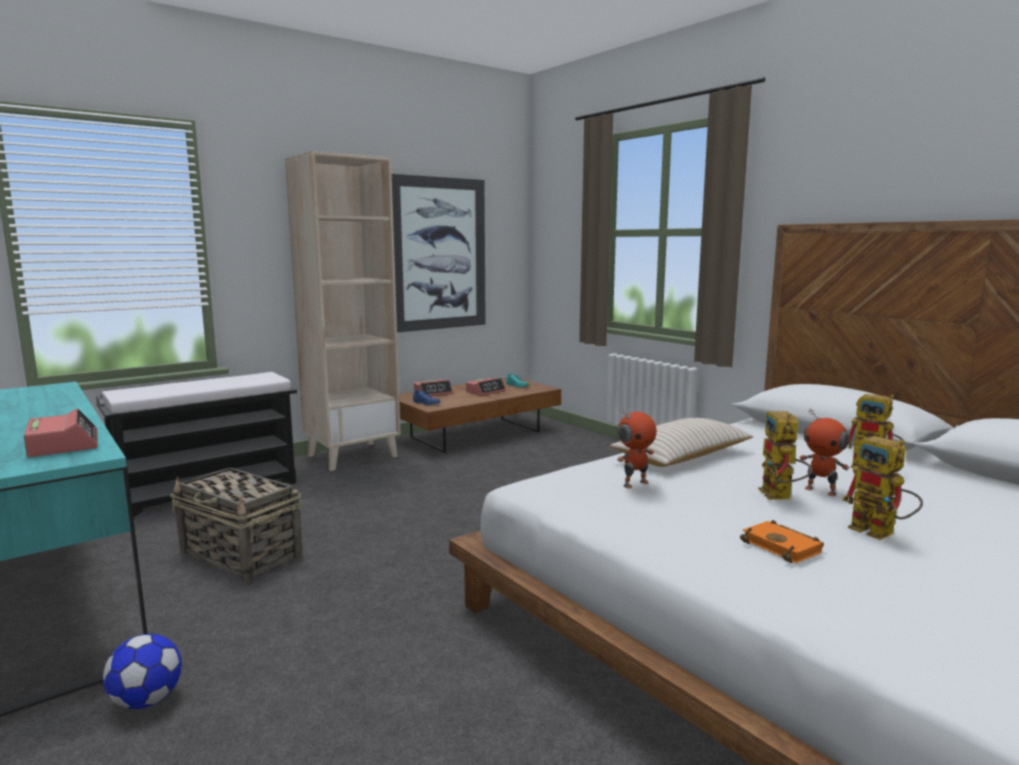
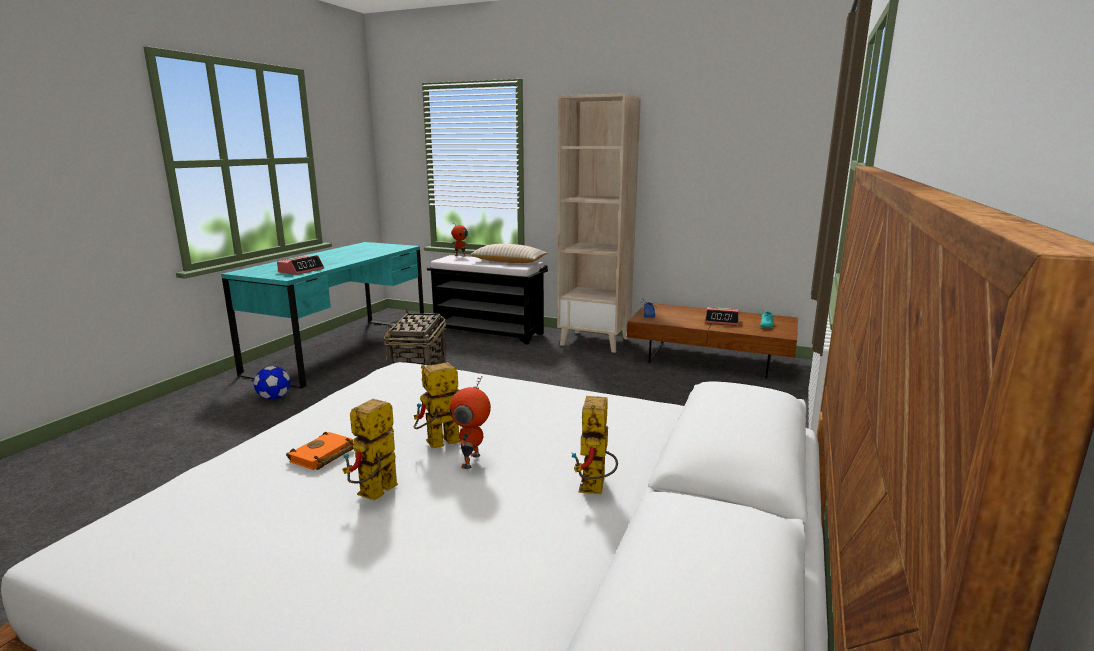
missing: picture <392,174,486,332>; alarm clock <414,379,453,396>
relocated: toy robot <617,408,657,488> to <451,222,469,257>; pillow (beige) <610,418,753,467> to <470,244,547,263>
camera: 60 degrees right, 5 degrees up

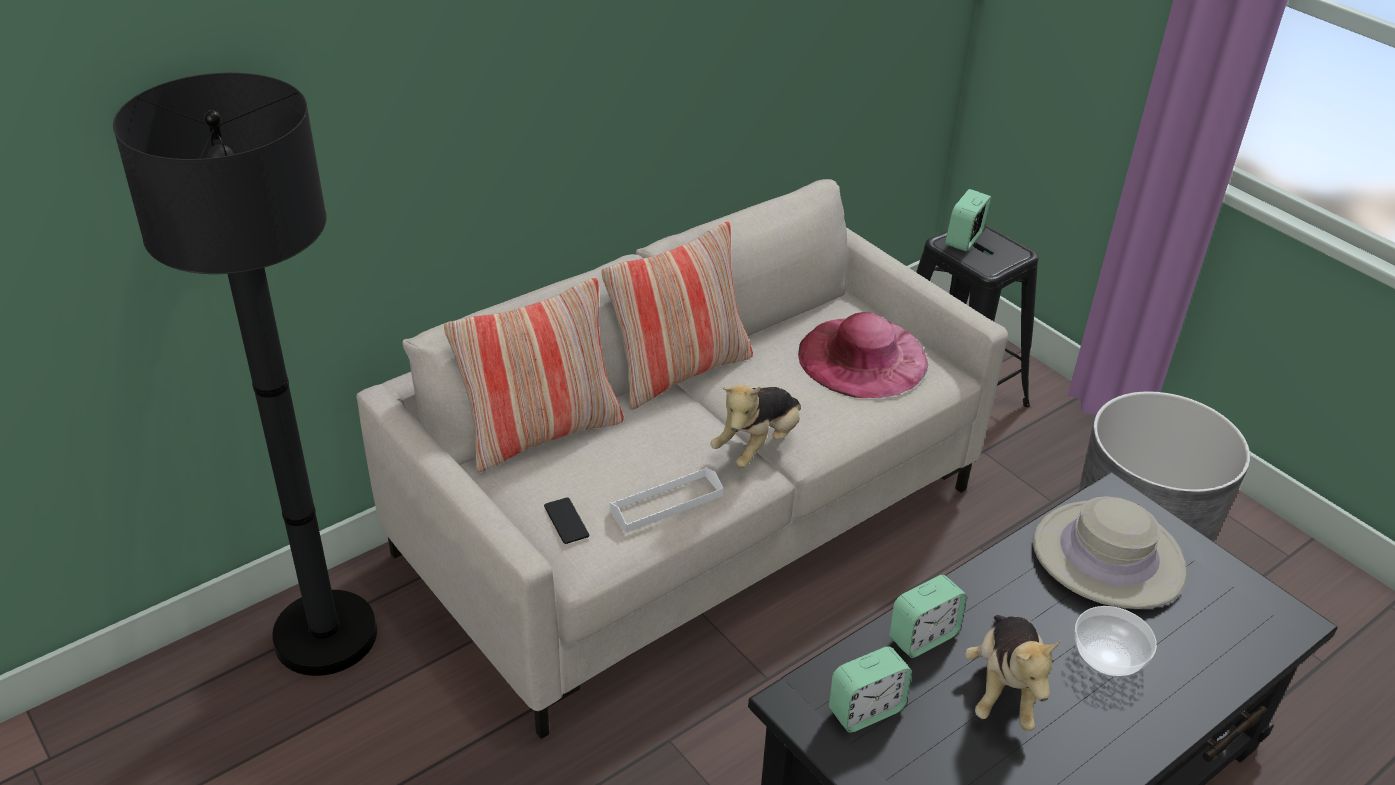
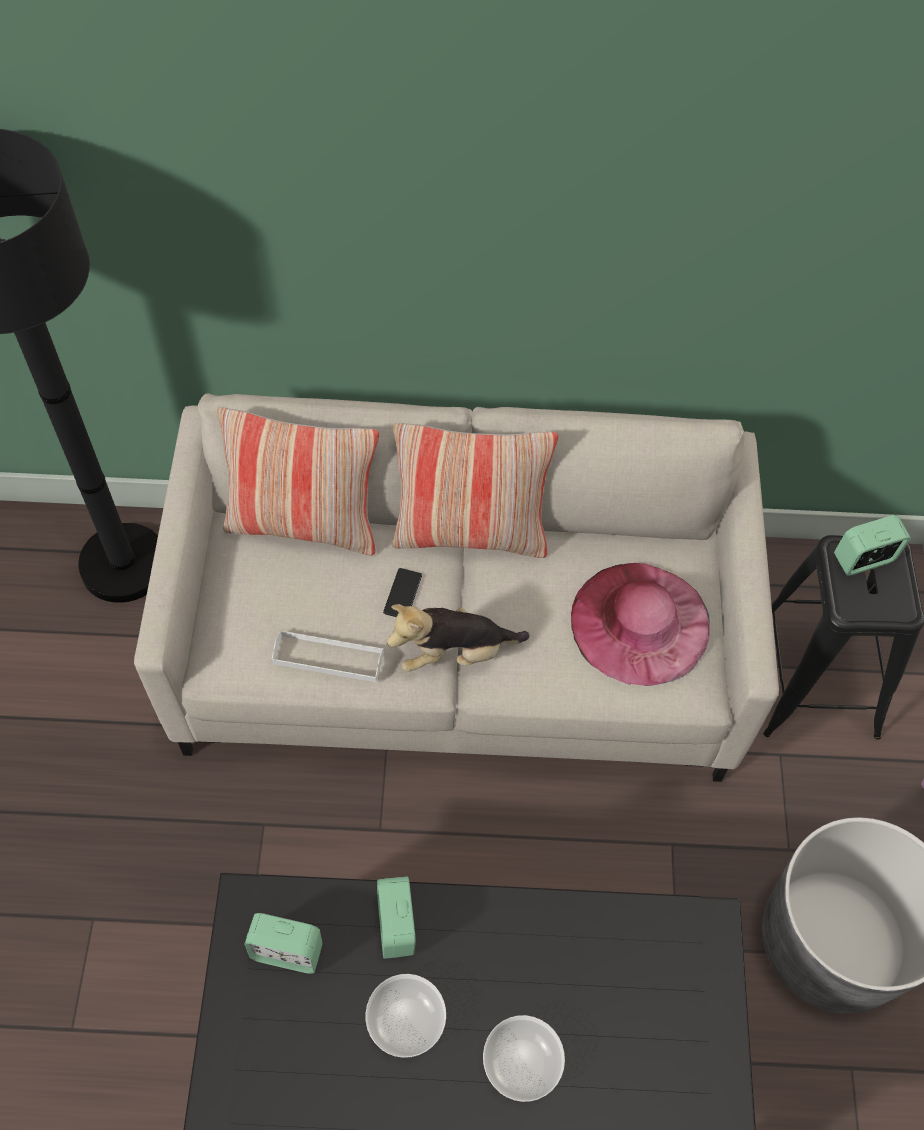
missing: hat (beige) <1033,496,1187,609>
relocated: phone <544,497,589,544> to <383,568,422,617>
exchanged: plush toy <965,615,1061,731> to bowl <366,974,446,1058>
spun: alarm clock <889,575,967,658> = <377,876,416,959> 75 degrees clockwise
camera: 40 degrees right, 20 degrees up

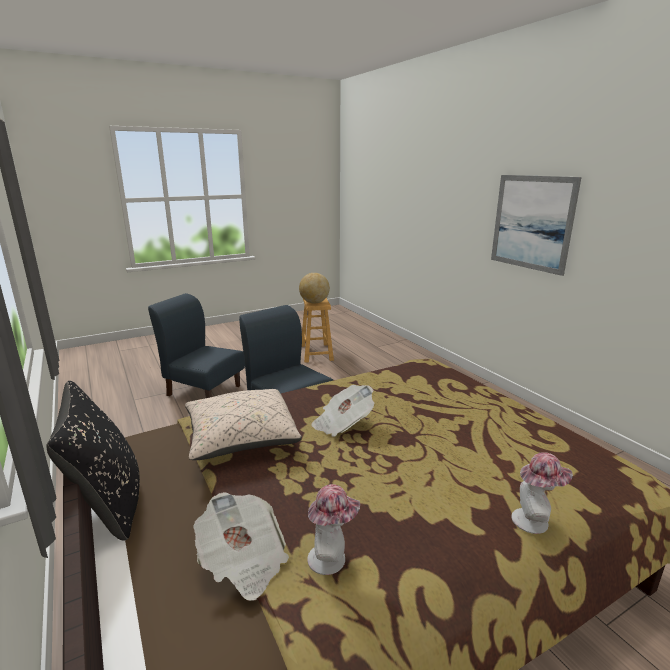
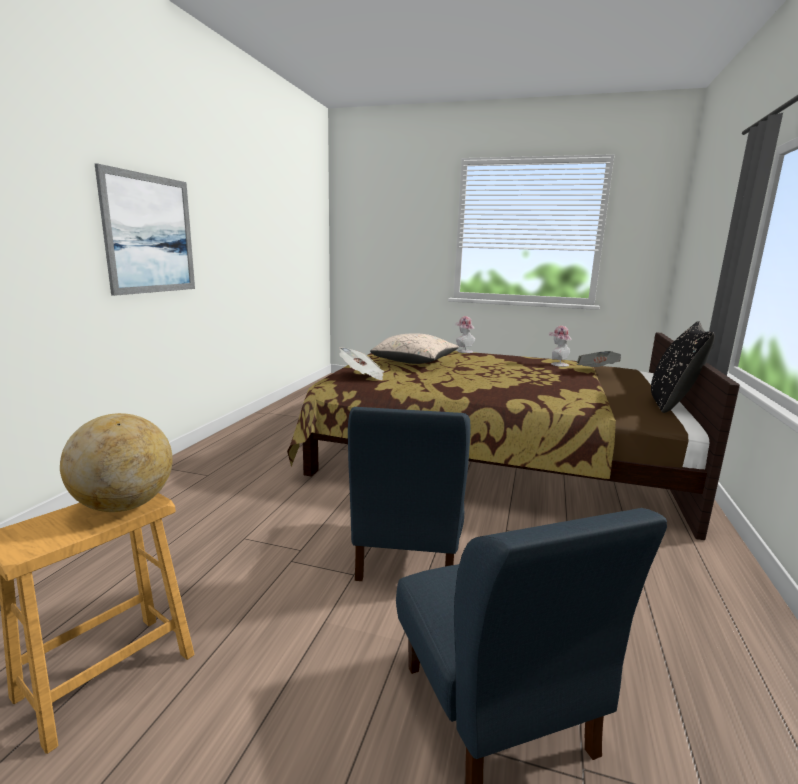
relocated: newspaper <312,385,374,437> to <339,347,384,380>; pillow (beige) <185,389,302,460> to <370,333,459,364>
camera: 135 degrees left, 5 degrees down

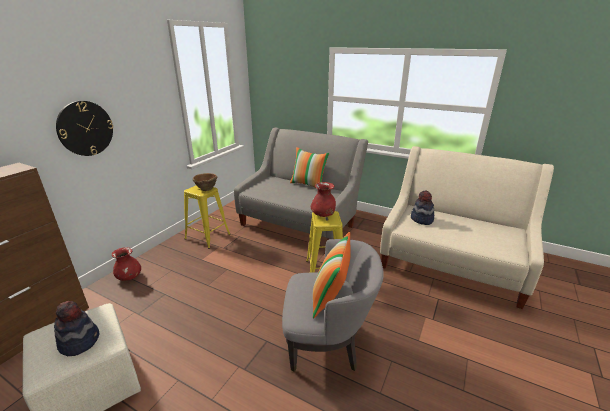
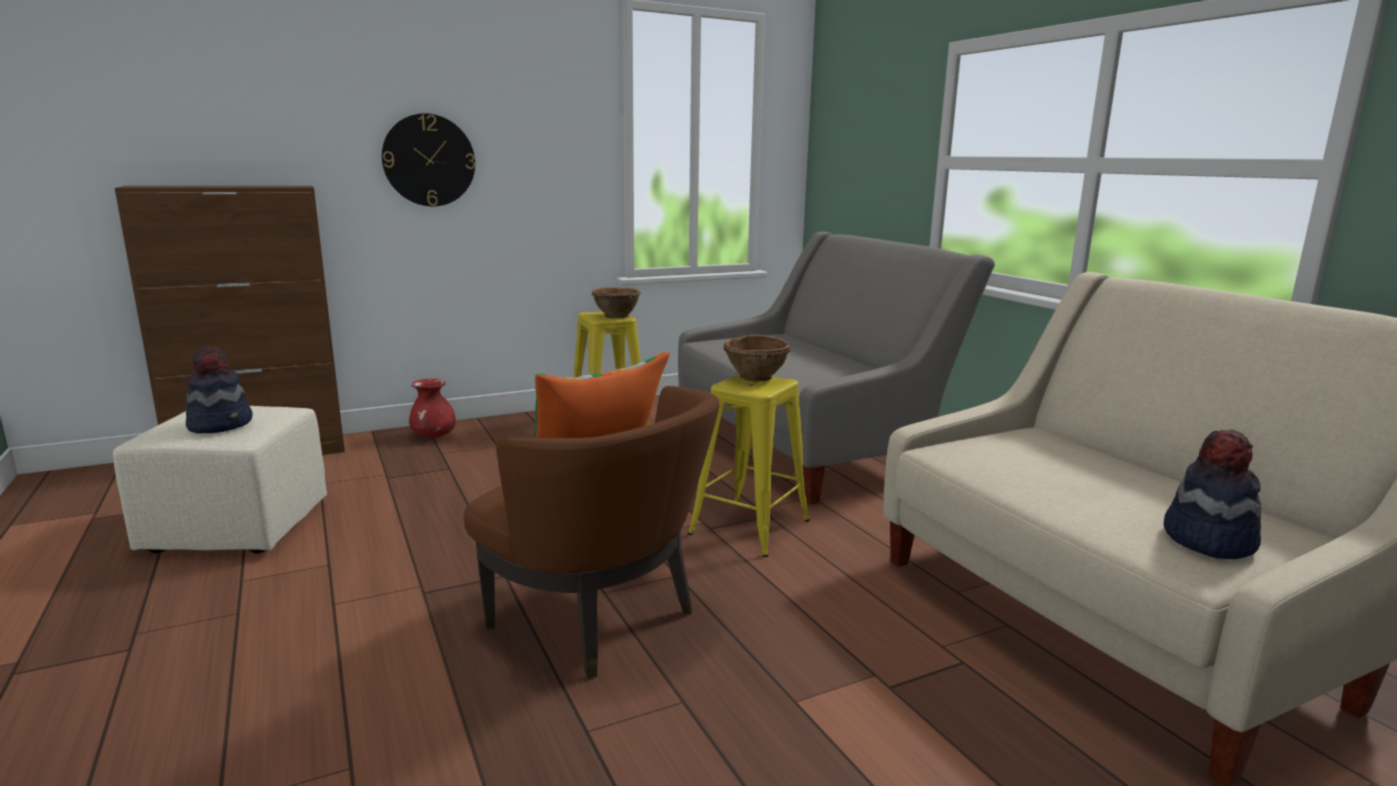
missing: pillow <290,147,330,189>
relocated: hat <411,191,434,225> to <1164,429,1261,559>
exchanged: vase (red) <311,182,336,217> to bowl (brown) <724,335,791,382>
colour: armchair (grey) <282,239,384,372> to armchair (brown) <464,386,720,679>
camera: 35 degrees right, 10 degrees down

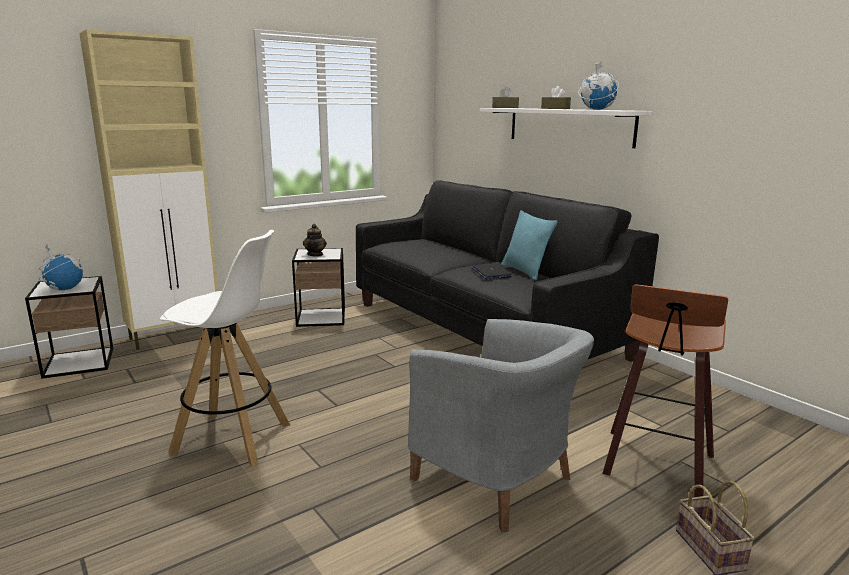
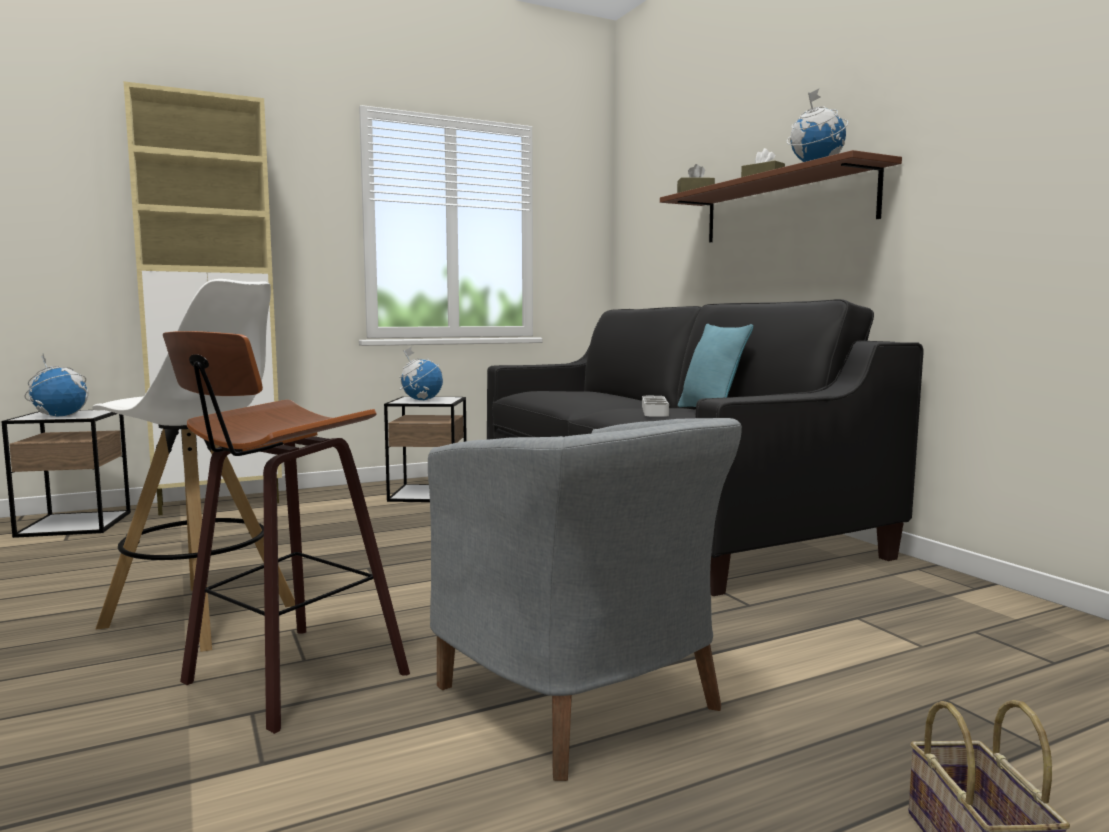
relocated: stool <602,284,728,497> to <163,331,410,734>
exchanged: teapot <303,224,327,257> to globe <399,347,443,400>; laptop <471,264,512,279> to tray (grey) <642,396,669,417>
colour: shelf (white) <480,108,652,148> to shelf (brown) <660,150,902,242>
camera: 10 degrees right, 10 degrees down

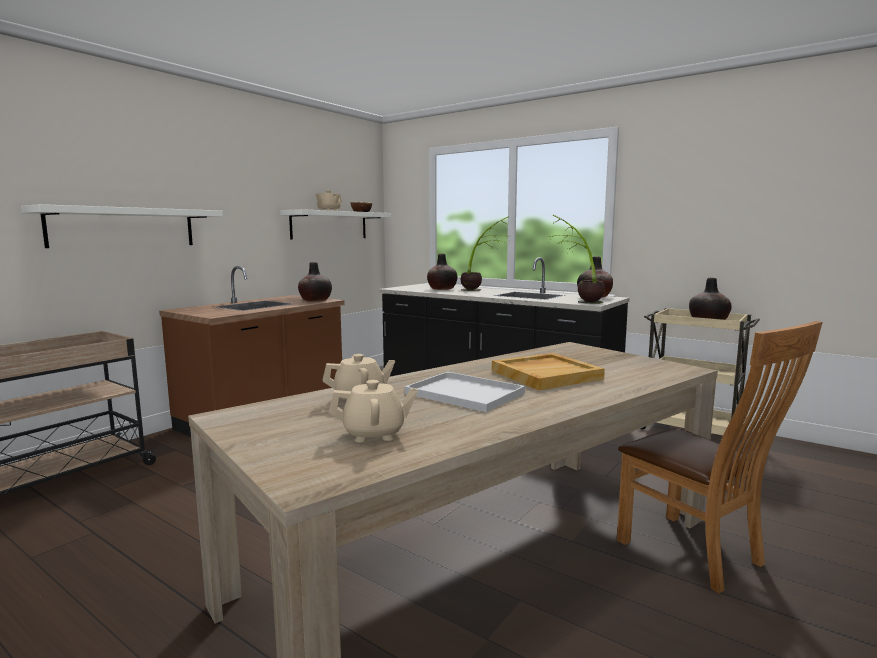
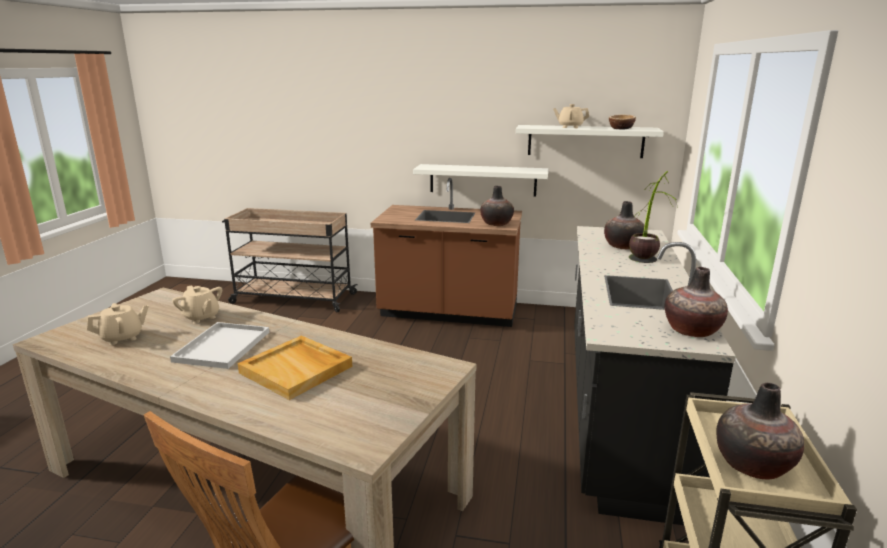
missing: potted plant <548,215,605,304>
relocated: shelf (white) <21,204,223,248> to <413,164,549,197>
spun: teapot (beige) <329,380,418,442> = <87,303,149,345> 90 degrees counterclockwise
camera: 65 degrees right, 10 degrees up

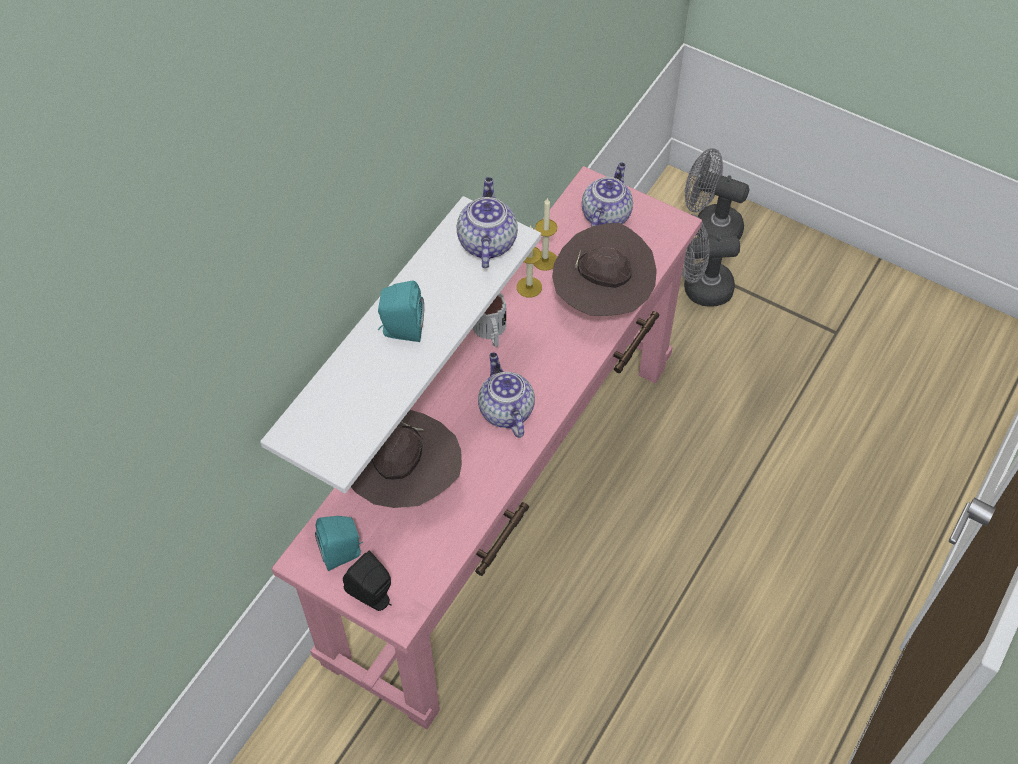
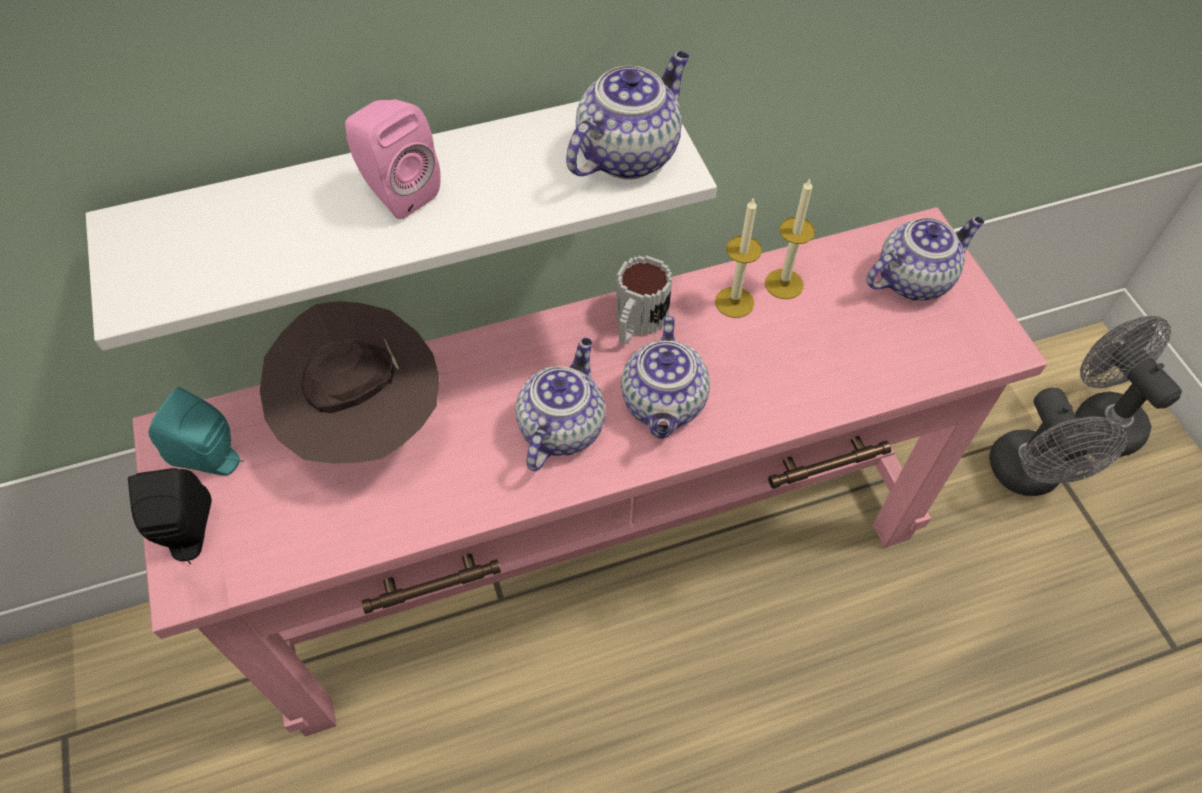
missing: hat (brown) <552,223,657,316>
appeared: teapot <621,316,710,439>
colour: speaker (turquoise) <378,281,424,342> to speaker (pink) <345,99,441,220>
spun: fan (grey) <682,214,740,307> = <989,388,1128,496> 135 degrees counterclockwise
camera: 40 degrees right, 0 degrees up

